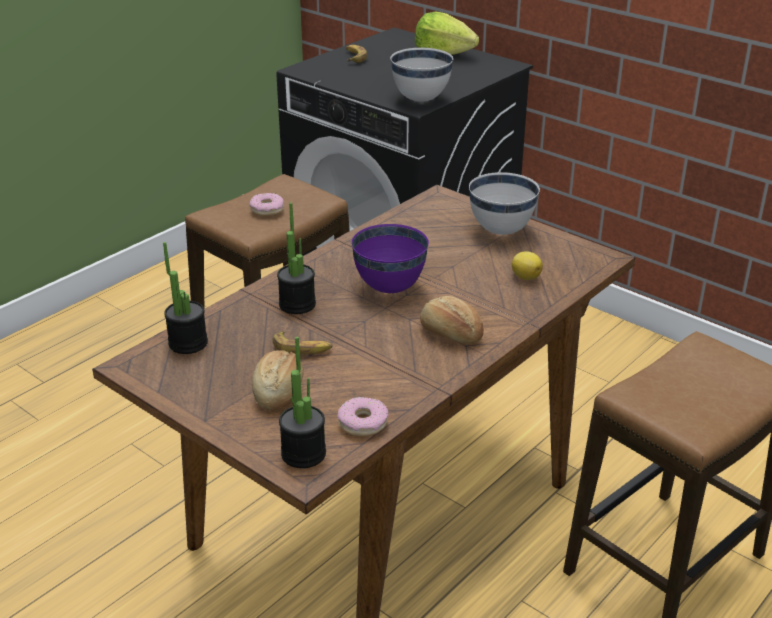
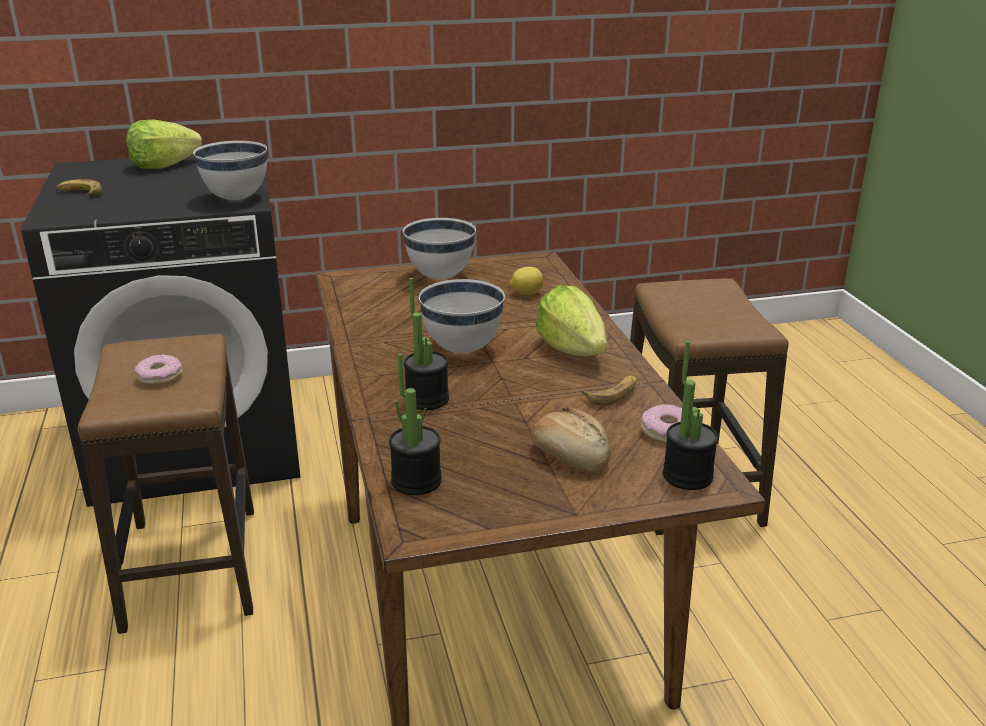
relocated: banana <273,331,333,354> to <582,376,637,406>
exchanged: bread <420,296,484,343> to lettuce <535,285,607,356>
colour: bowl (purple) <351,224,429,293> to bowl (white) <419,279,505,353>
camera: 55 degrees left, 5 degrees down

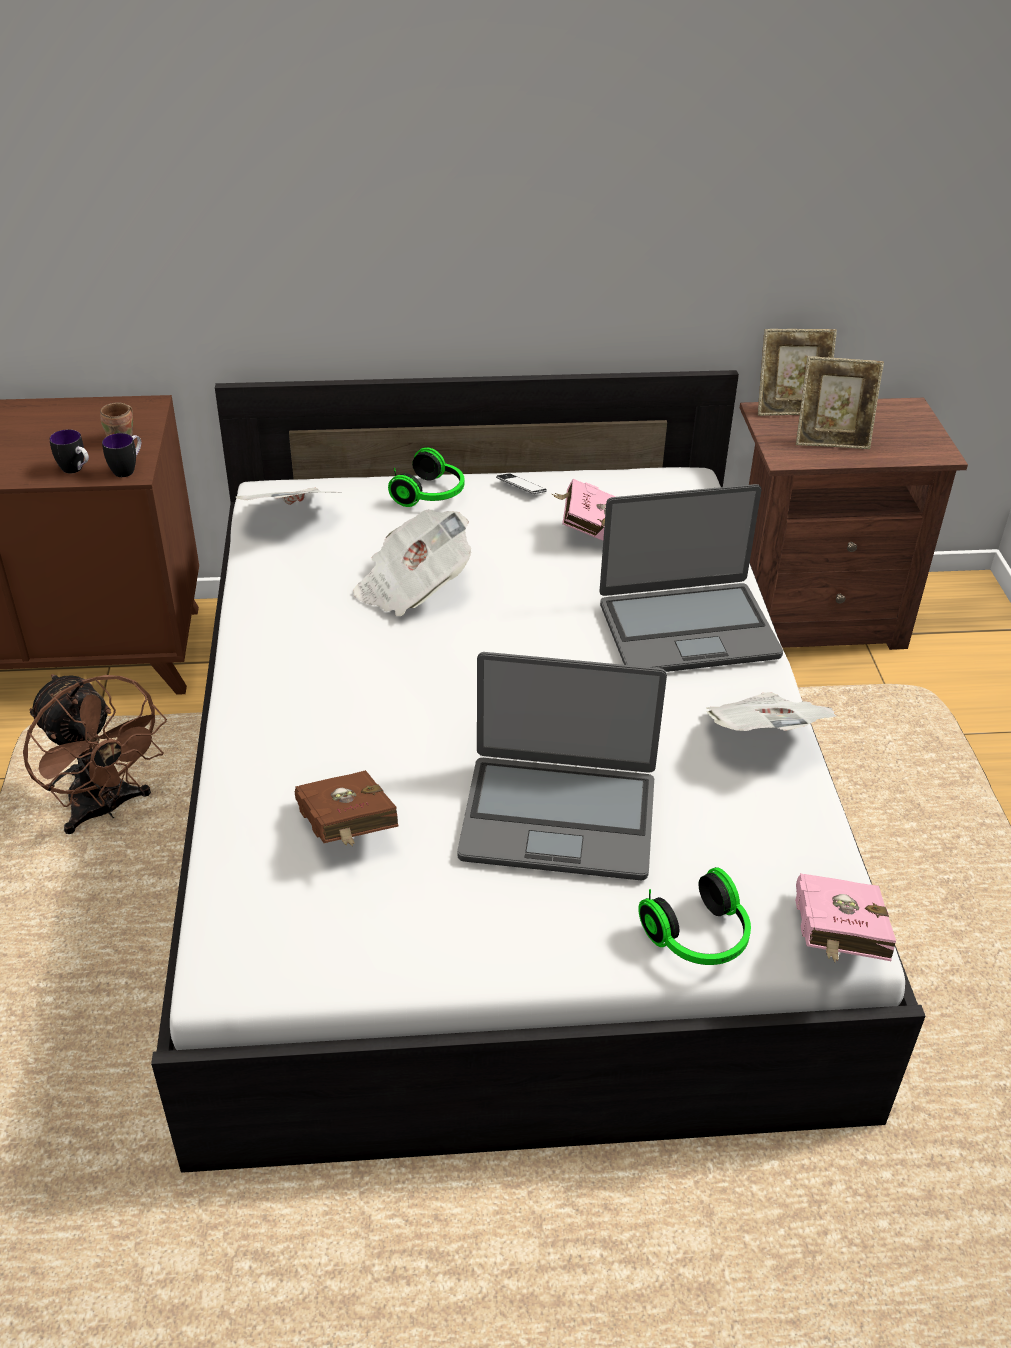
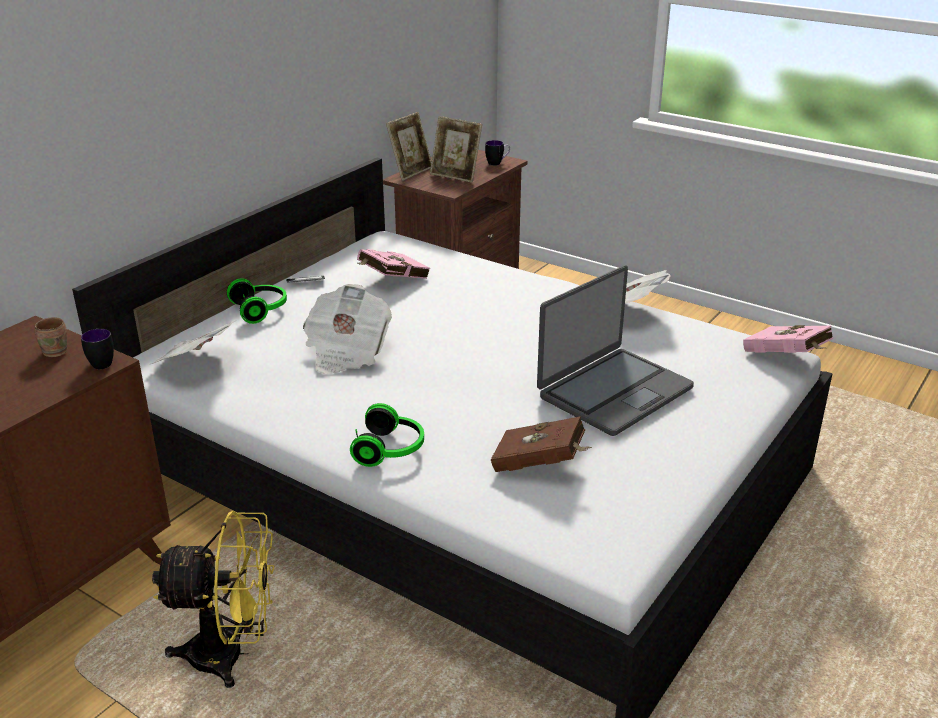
missing: laptop <600,484,783,672>
relocated: headphones <638,867,751,965> to <350,403,424,467>; mug <49,429,89,474> to <485,140,510,166>
colour: fan (brown) <23,674,167,834> to fan (yellow) <152,511,275,688>
spun: picture frame <796,356,884,449> = <430,116,482,183> 75 degrees clockwise
camera: 50 degrees left, 10 degrees down

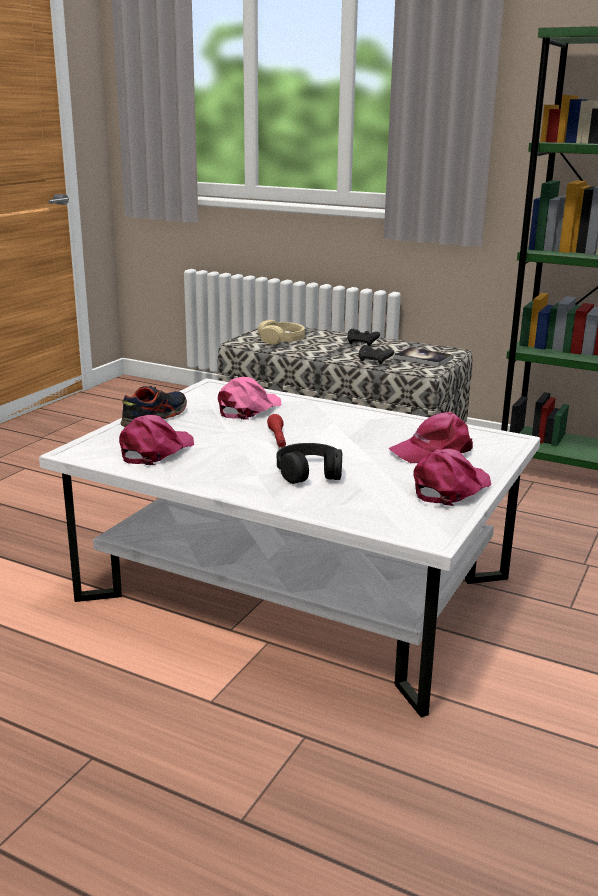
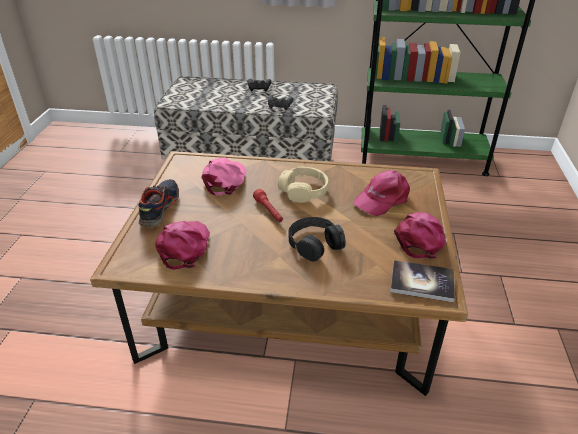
relocated: headphones (beige) <258,320,305,345> to <278,167,328,203>; book <394,347,454,367> to <390,260,455,303>
colour: coffee table (white) <39,379,540,717> to coffee table (brown) <90,151,468,396>
camera: 20 degrees left, 15 degrees up

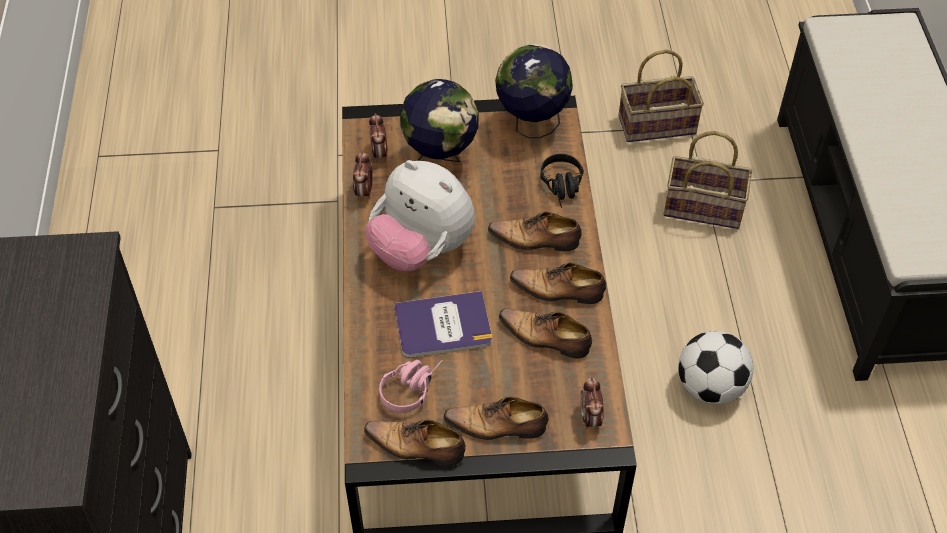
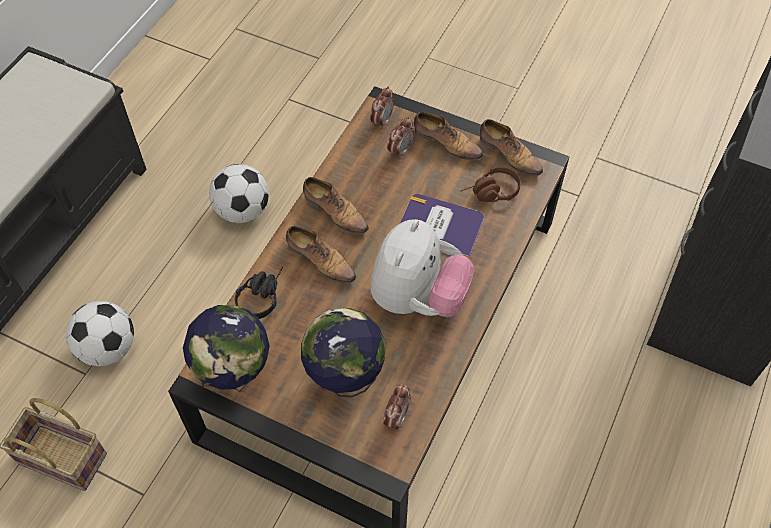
missing: shoe <499,308,592,359>
relocated: alarm clock <353,151,373,200> to <387,117,414,159>
exchanged: basket <664,131,752,229> to football <66,301,134,366>
colour: headphones (pink) <379,360,443,413> to headphones (brown) <461,167,521,202>
spun: plush toy <365,160,475,271> = <371,219,474,317> 45 degrees clockwise
camera: 150 degrees left, 5 degrees up

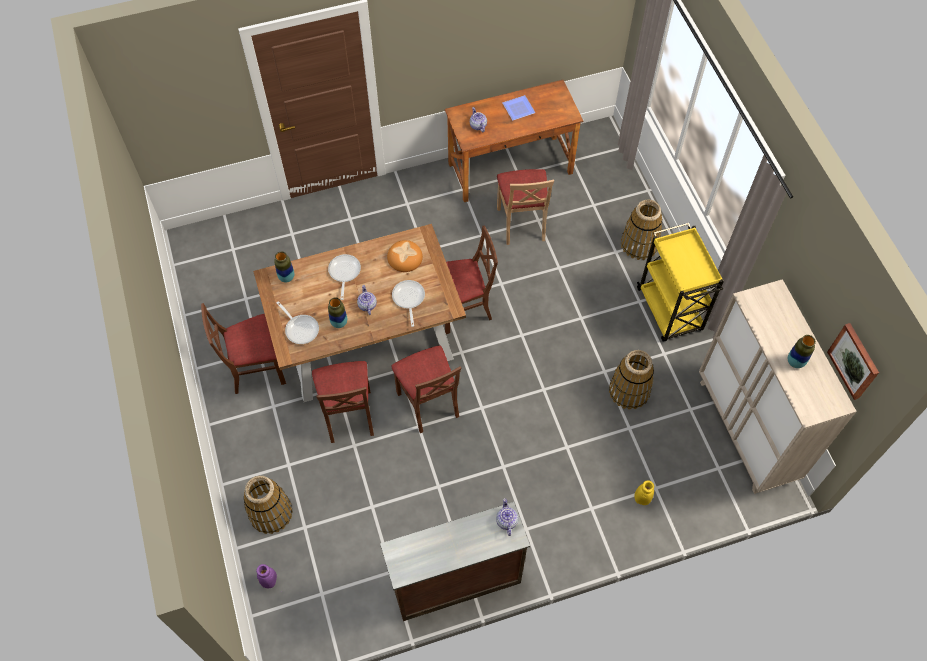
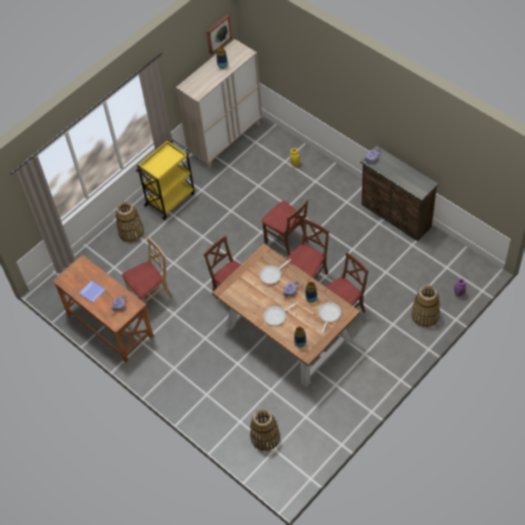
missing: bread <387,240,423,272>
relocated: basket <609,350,654,410> to <250,409,280,451>; chair (brown) <201,303,286,394> to <261,199,308,256>
camera: 115 degrees left, 5 degrees down

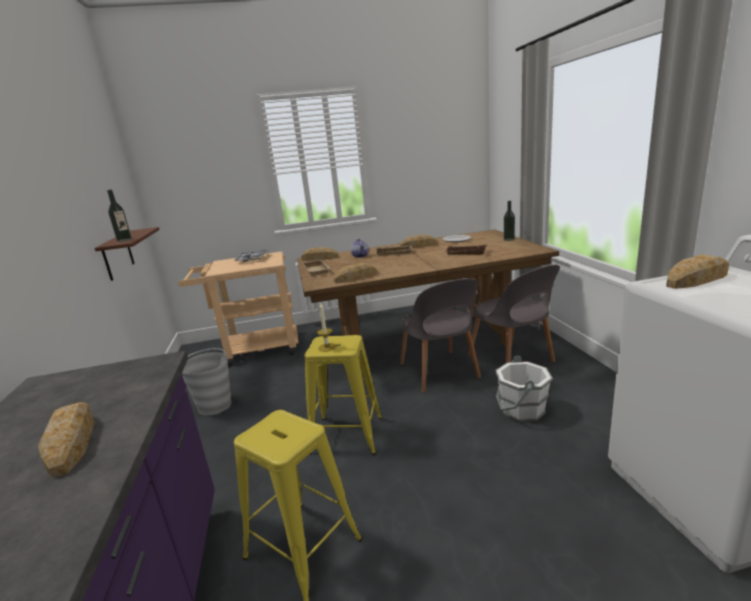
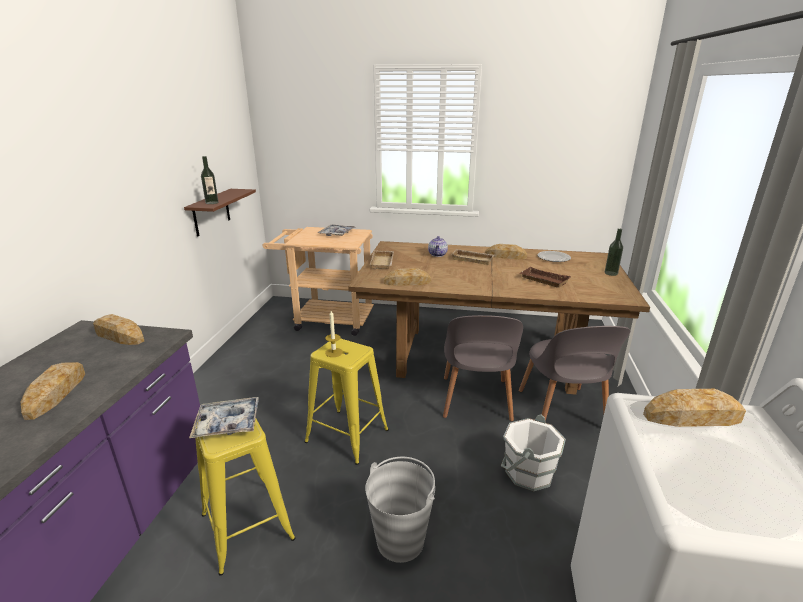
appeared: tray <189,397,259,438>
relocated: bread <301,247,339,261> to <93,314,144,345>; bucket (grey) <182,348,231,415> to <365,457,435,563>
camera: 20 degrees right, 5 degrees up

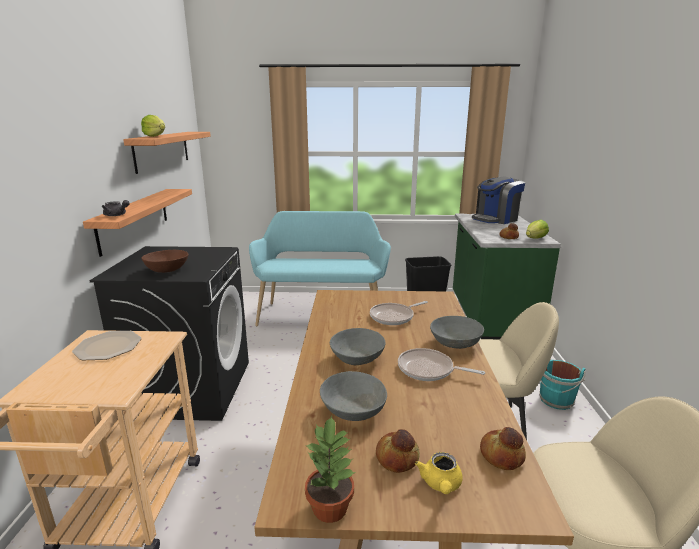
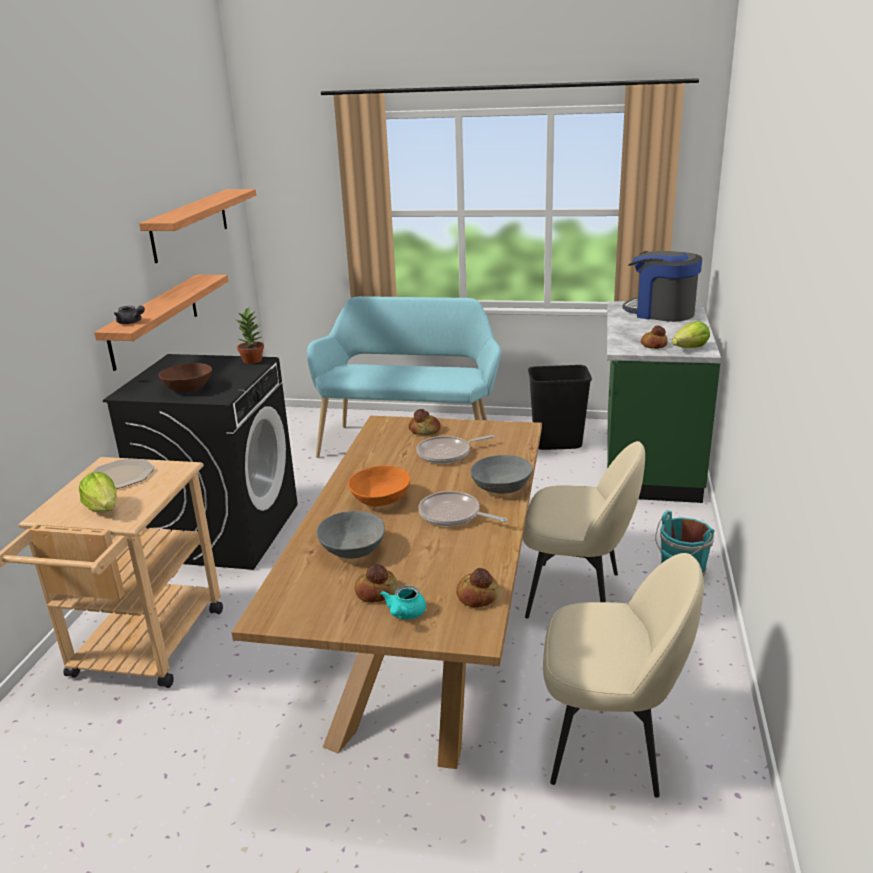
appeared: bread <409,409,441,435>
relocated: lettuce <141,115,165,137> to <79,472,117,513>; potted plant <305,415,356,523> to <236,306,264,364>
colour: bowl (grey) <330,328,385,365> to bowl (orange) <348,465,410,506>; teapot (yellow) <415,452,463,494> to teapot (turquoise) <380,586,426,619>
spun: coffee machine <472,177,525,224> = <622,251,702,322> 60 degrees clockwise
camera: 10 degrees right, 5 degrees up

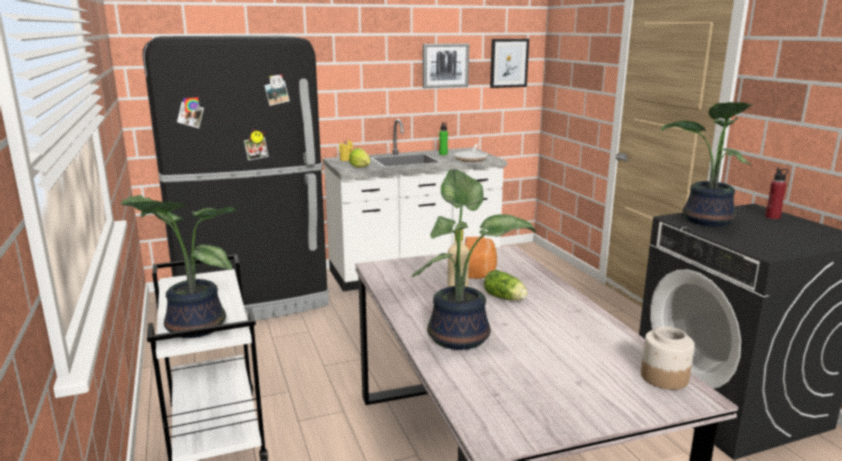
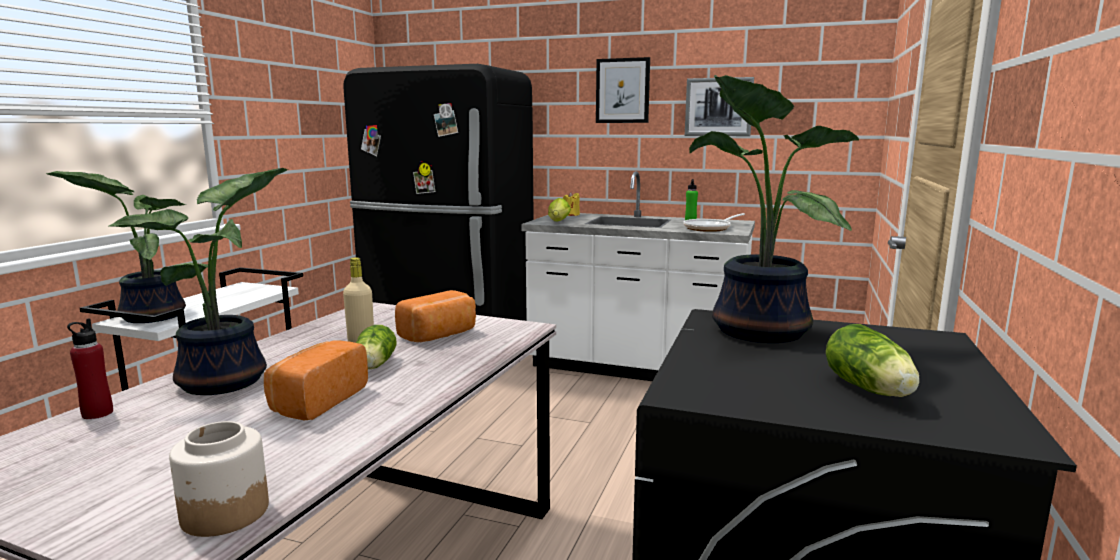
appeared: bread <264,341,368,421>; lettuce <826,324,920,397>
relocated: bottle (red) <765,168,789,219> to <67,318,113,419>; picture <490,39,529,88> to <596,57,650,123>
camera: 40 degrees right, 5 degrees down

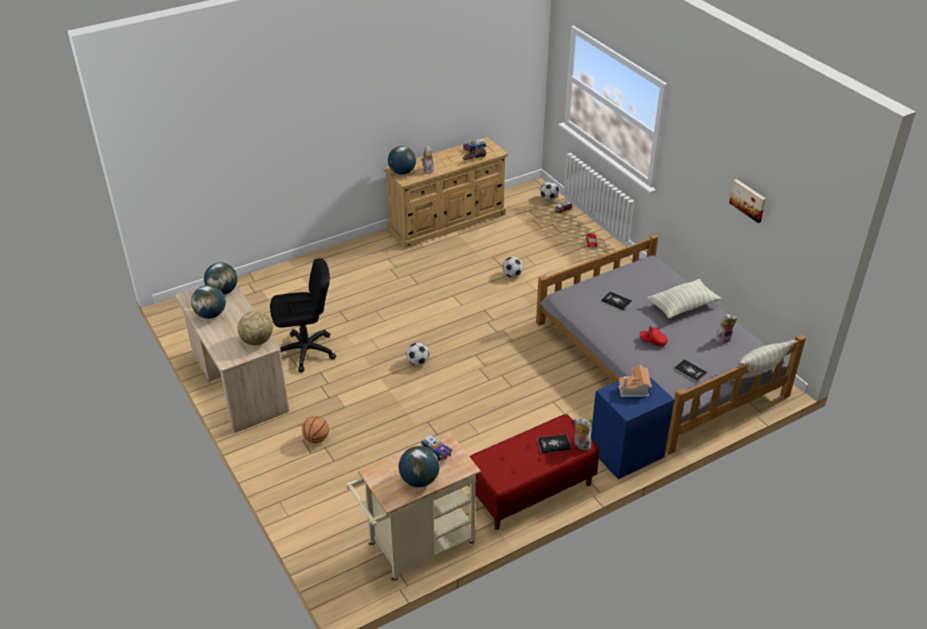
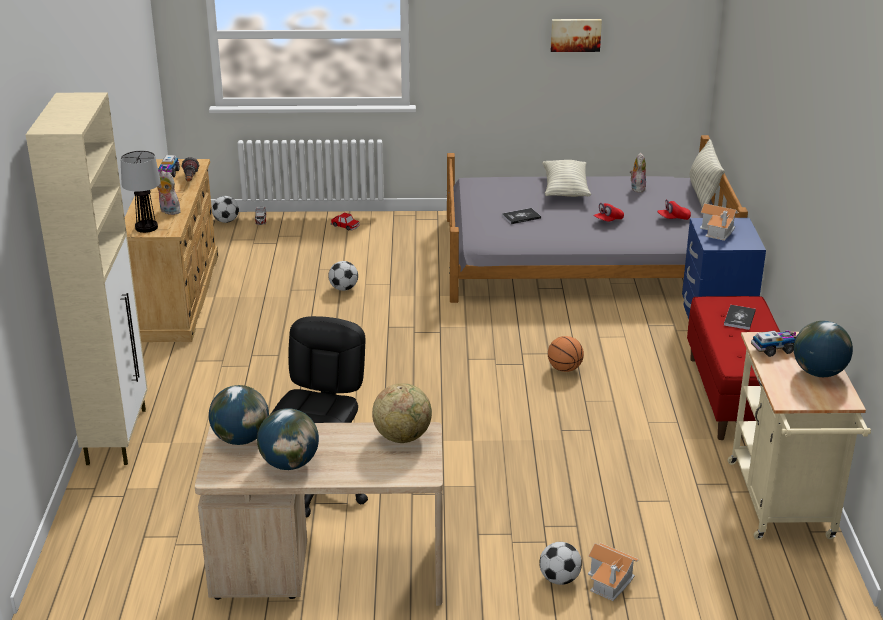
missing: plush toy <573,418,592,450>
appeared: cabinet (beige) <26,92,148,465>; toy house <588,543,639,601>
relocated: football <406,343,429,366> to <539,542,582,585>; basketball <302,416,329,443> to <548,336,584,372>
exchanged: globe <388,146,416,175> to table lamp <121,150,161,233>; book <674,359,707,383> to cap (red) <657,199,691,220>
camera: 60 degrees left, 10 degrees down

